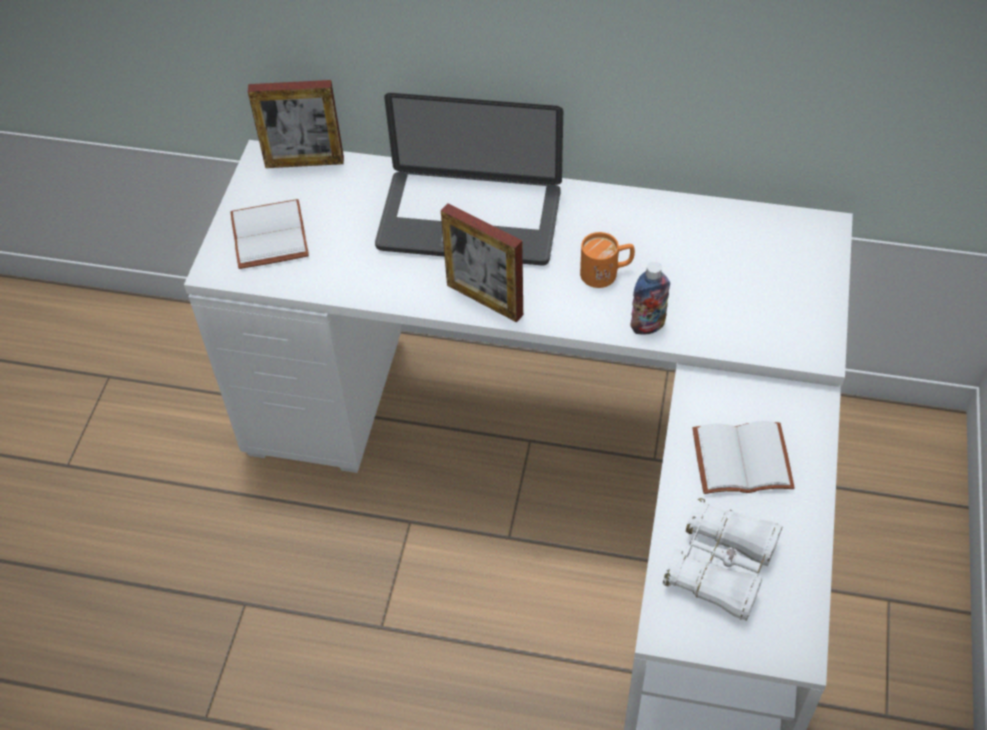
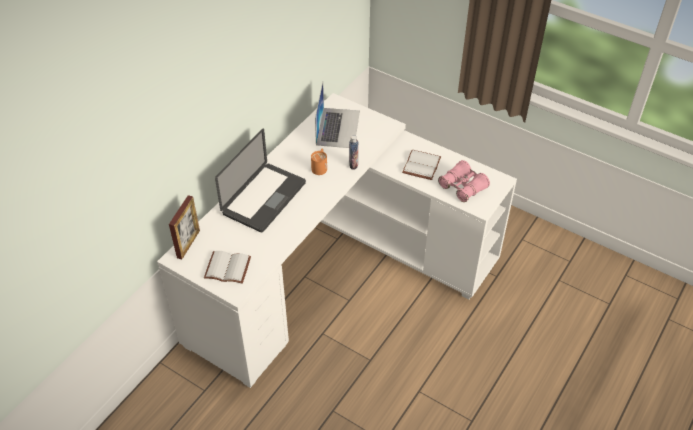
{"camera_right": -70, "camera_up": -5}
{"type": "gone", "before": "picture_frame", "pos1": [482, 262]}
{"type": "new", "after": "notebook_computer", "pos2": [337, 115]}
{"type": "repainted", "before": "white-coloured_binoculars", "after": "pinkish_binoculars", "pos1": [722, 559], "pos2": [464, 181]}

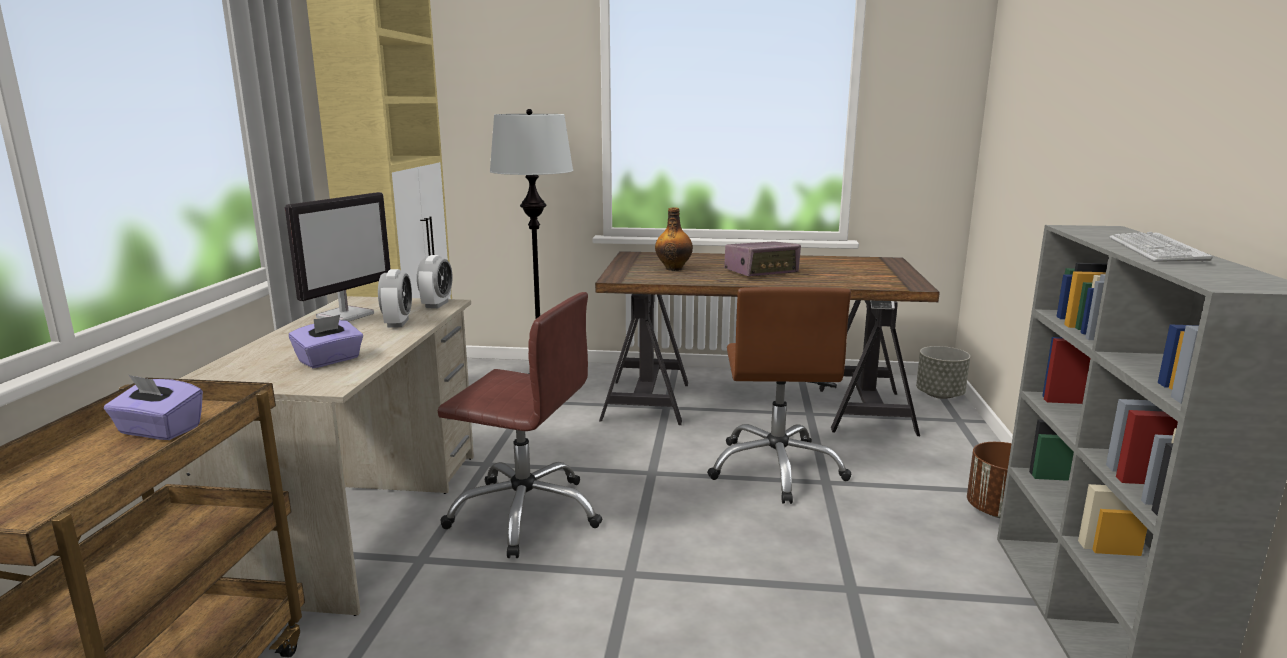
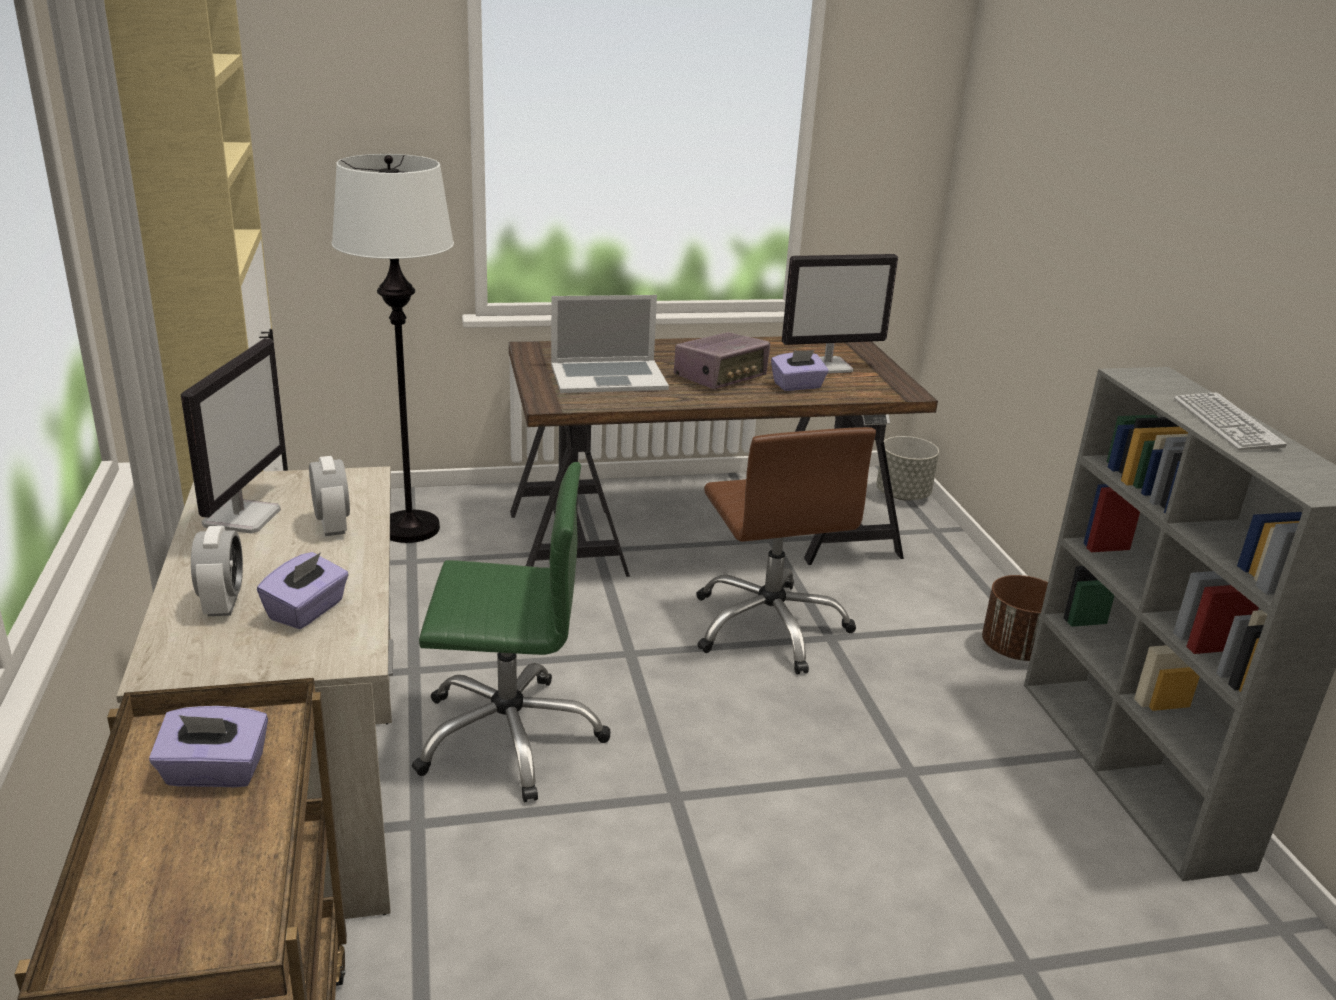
{"camera_right": -20, "camera_up": 10}
{"type": "new", "after": "purplish_tissue_box", "pos2": [800, 370]}
{"type": "new", "after": "computer_display", "pos2": [840, 314]}
{"type": "shifted", "before": "bedside_clock", "pos1": [435, 281], "pos2": [217, 571]}
{"type": "swapped", "before": "beverage_bottle", "after": "notebook_computer", "pos1": [674, 239], "pos2": [610, 344]}
{"type": "repainted", "before": "brown-coloured_desk_chair", "after": "green_desk_chair", "pos1": [520, 425], "pos2": [511, 632]}

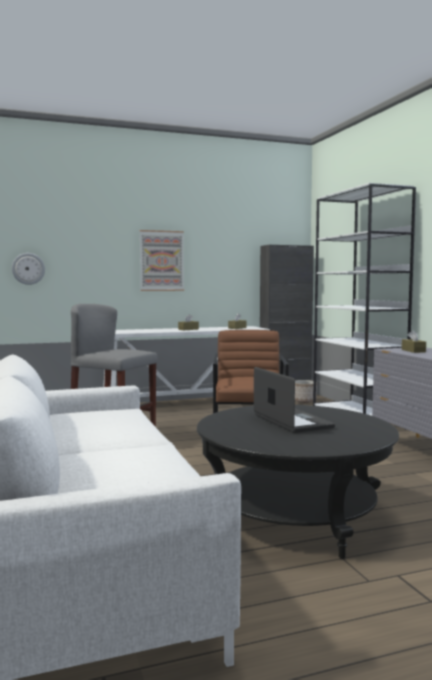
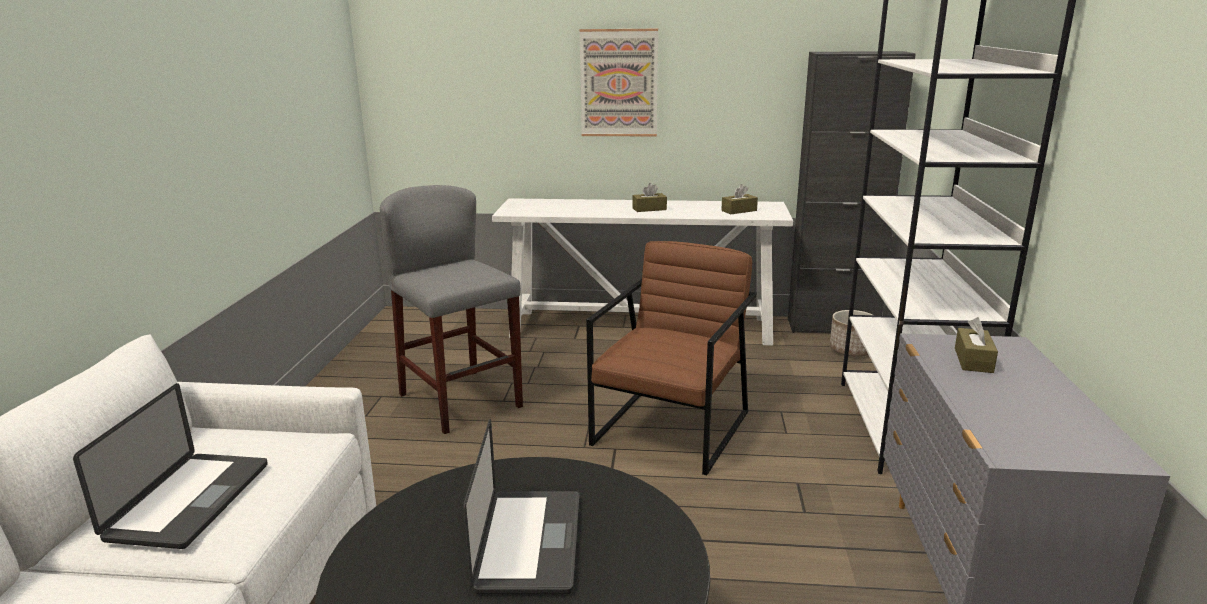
{"camera_right": 25, "camera_up": 15}
{"type": "gone", "before": "hanging_clock", "pos1": [28, 269]}
{"type": "new", "after": "notebook_computer", "pos2": [170, 466]}

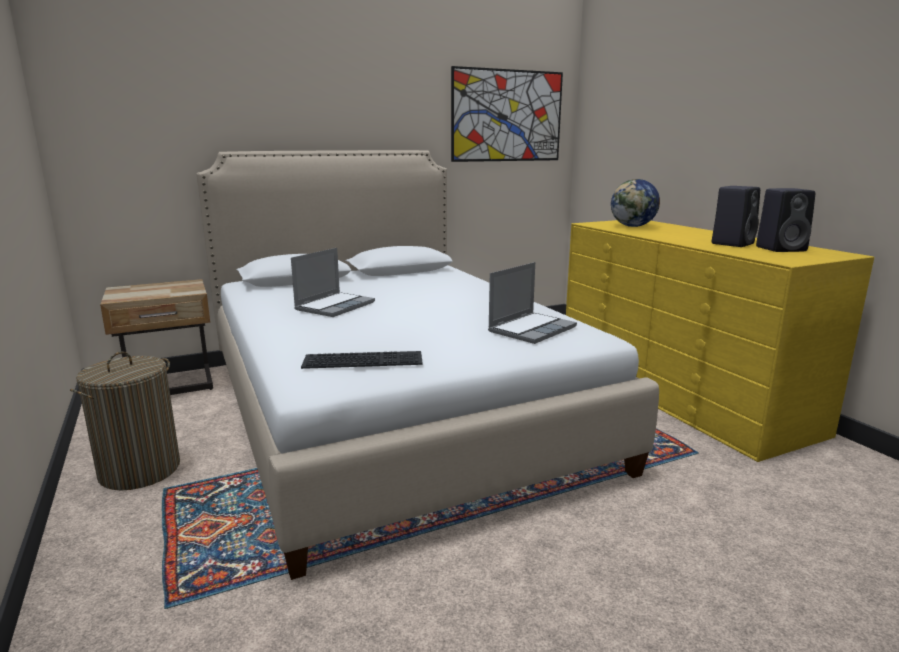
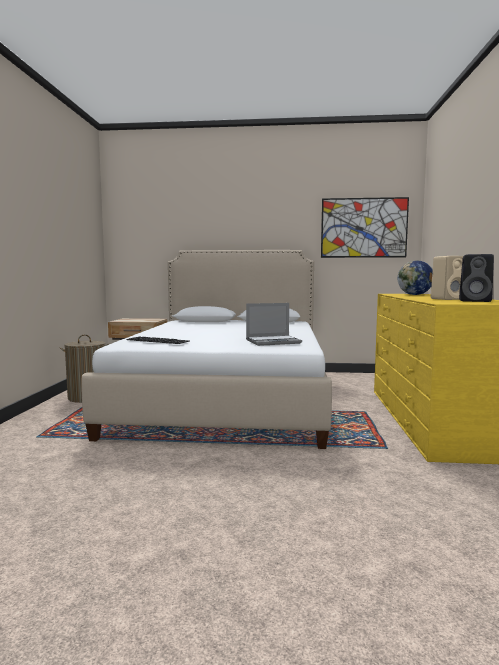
{"camera_right": 30, "camera_up": -10}
{"type": "gone", "before": "notebook_computer", "pos1": [333, 282]}
{"type": "repainted", "before": "blackish_loudspeaker", "after": "beige_loudspeaker", "pos1": [736, 216], "pos2": [447, 278]}

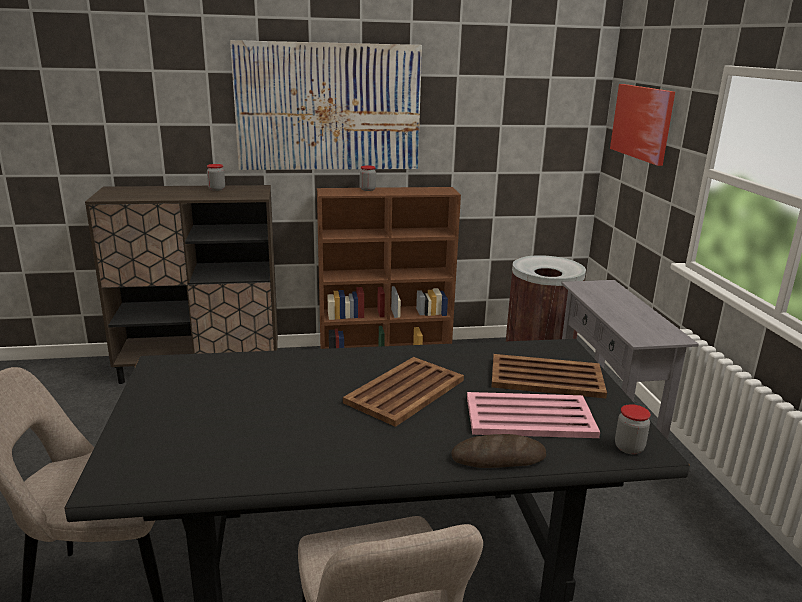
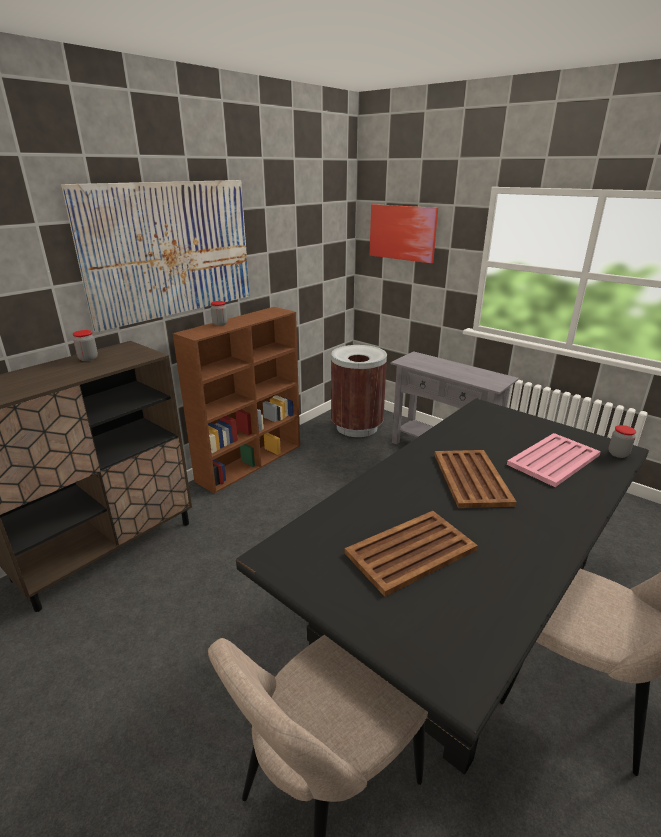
{"camera_right": -40, "camera_up": 5}
{"type": "gone", "before": "bread", "pos1": [498, 451]}
{"type": "shifted", "before": "brown-coloured_serving_tray", "pos1": [549, 376], "pos2": [411, 554]}

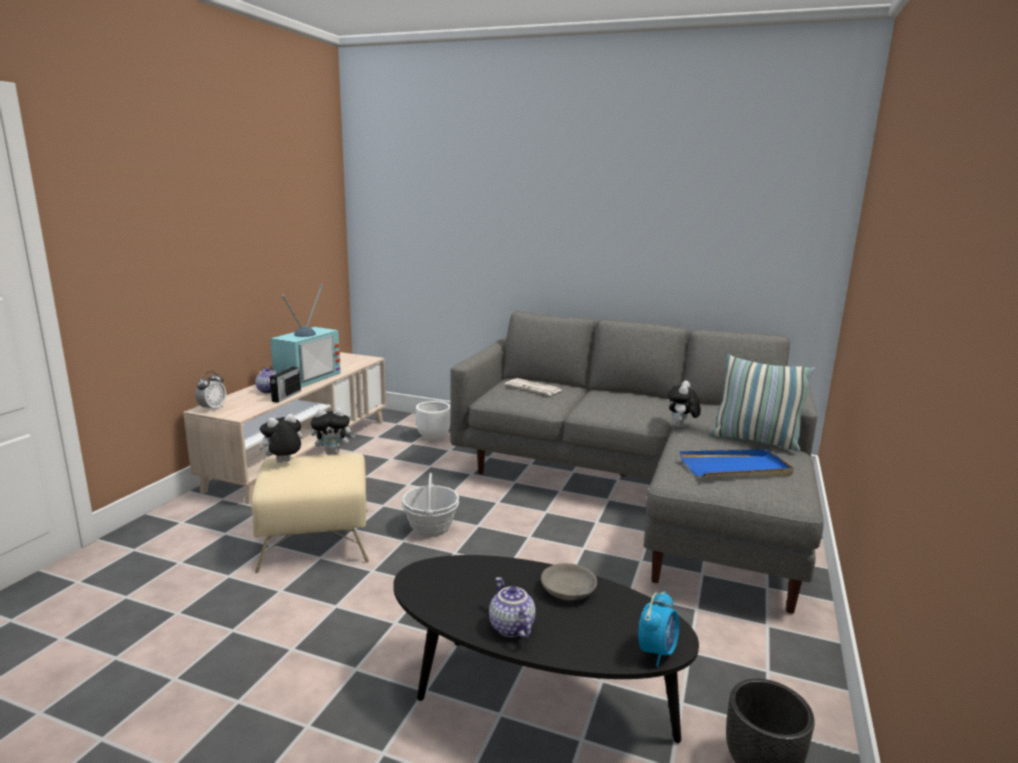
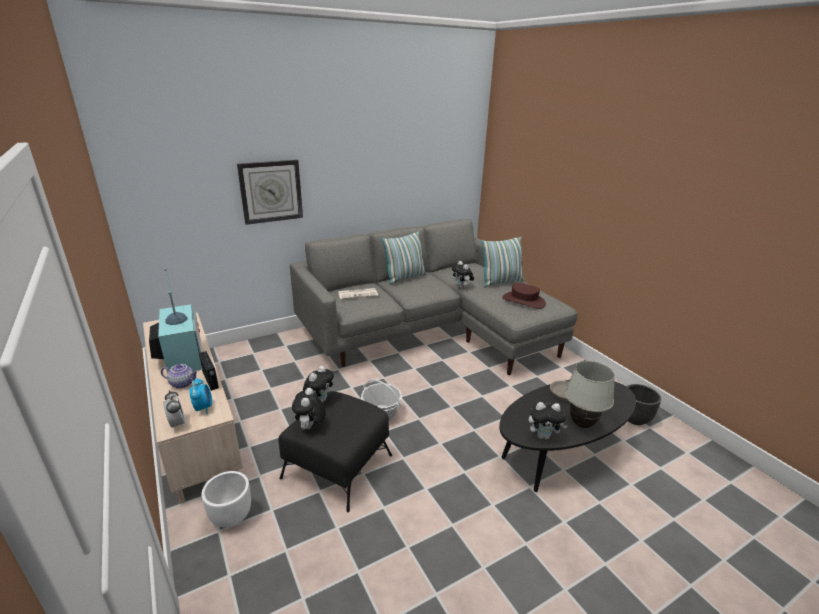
{"camera_right": -50, "camera_up": 10}
{"type": "new", "after": "hanging_clock", "pos2": [270, 192]}
{"type": "new", "after": "cushion", "pos2": [404, 258]}
{"type": "new", "after": "soft_toy", "pos2": [548, 421]}
{"type": "shifted", "before": "white-coloured_planter", "pos1": [433, 421], "pos2": [226, 499]}
{"type": "shifted", "before": "bedside_clock", "pos1": [658, 629], "pos2": [201, 396]}
{"type": "swapped", "before": "pot_for_tea", "after": "white-coloured_table_lamp", "pos1": [512, 607], "pos2": [590, 394]}
{"type": "swapped", "before": "blue_serving_tray", "after": "brown-coloured_hat", "pos1": [737, 463], "pos2": [524, 296]}
{"type": "repainted", "before": "beige_ottoman", "after": "blackish_ottoman", "pos1": [310, 513], "pos2": [335, 451]}

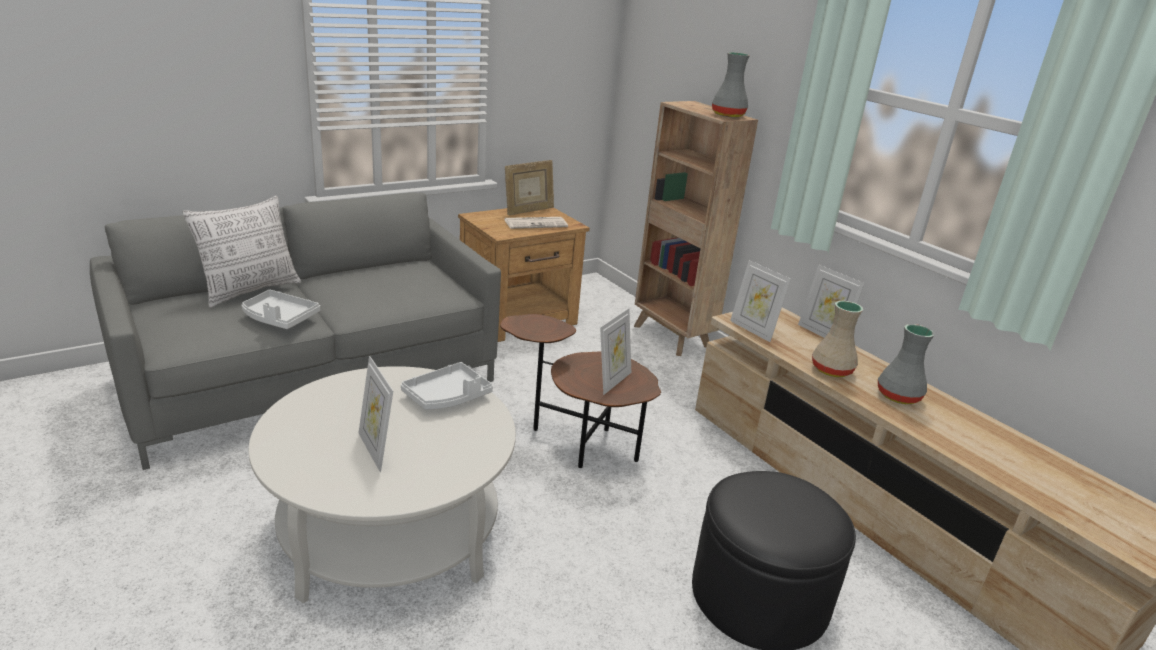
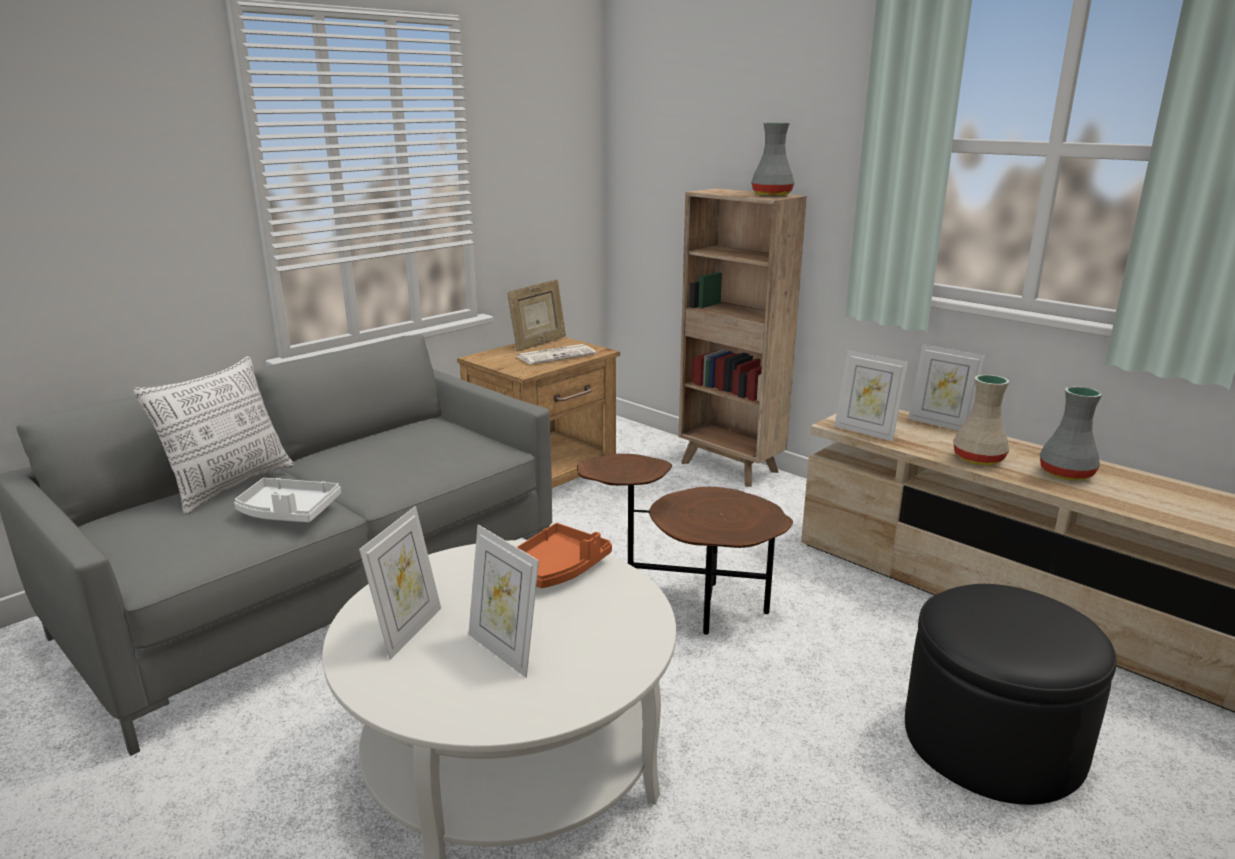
{"camera_right": -10, "camera_up": -5}
{"type": "shifted", "before": "picture_frame", "pos1": [615, 351], "pos2": [400, 583]}
{"type": "repainted", "before": "white-coloured_serving_tray", "after": "orange_serving_tray", "pos1": [447, 386], "pos2": [564, 555]}

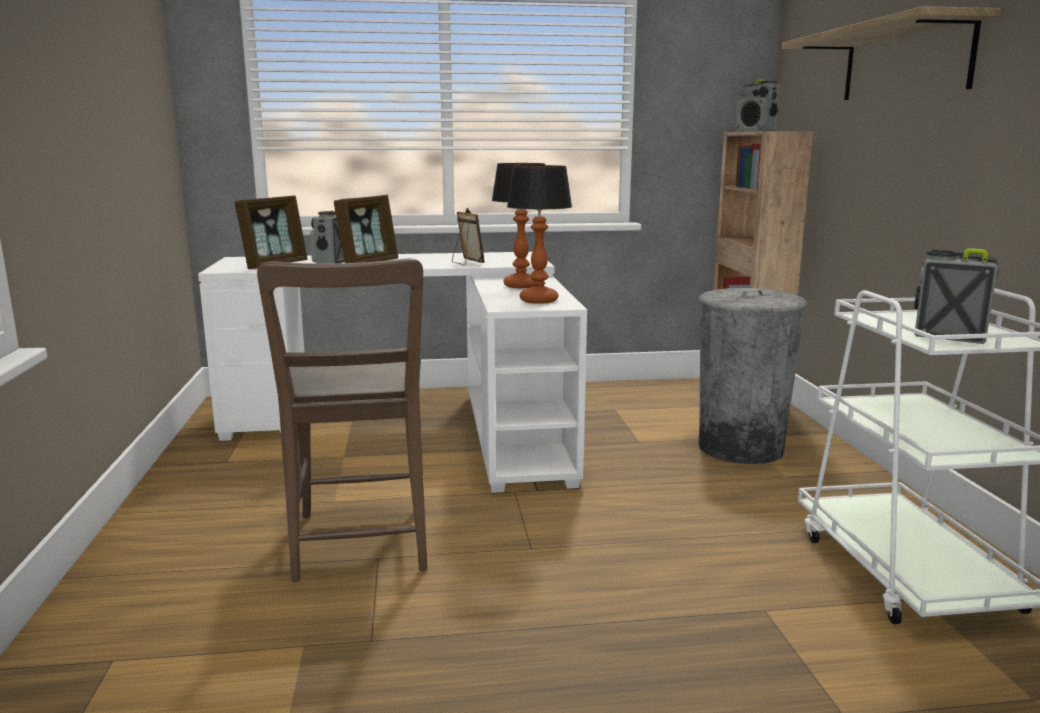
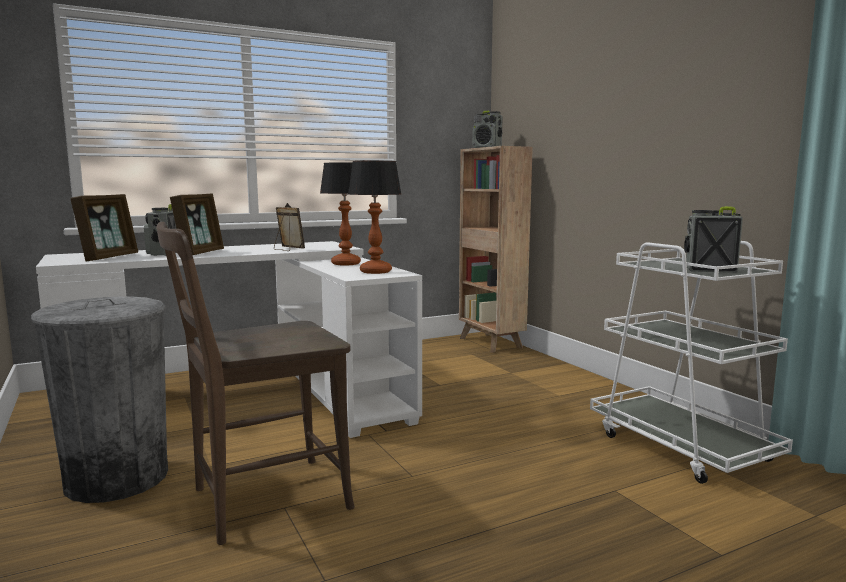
{"camera_right": -20, "camera_up": -5}
{"type": "gone", "before": "bracket_shelf", "pos1": [891, 53]}
{"type": "shifted", "before": "gray_waste_bin", "pos1": [753, 376], "pos2": [99, 399]}
{"type": "rotated", "before": "brown-coloured_upright_chair", "pos1": [342, 420], "pos2": [255, 383], "turn": 90}

